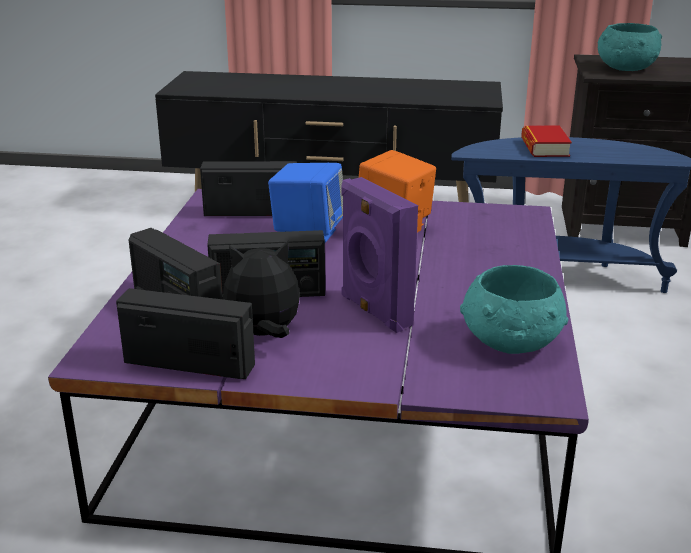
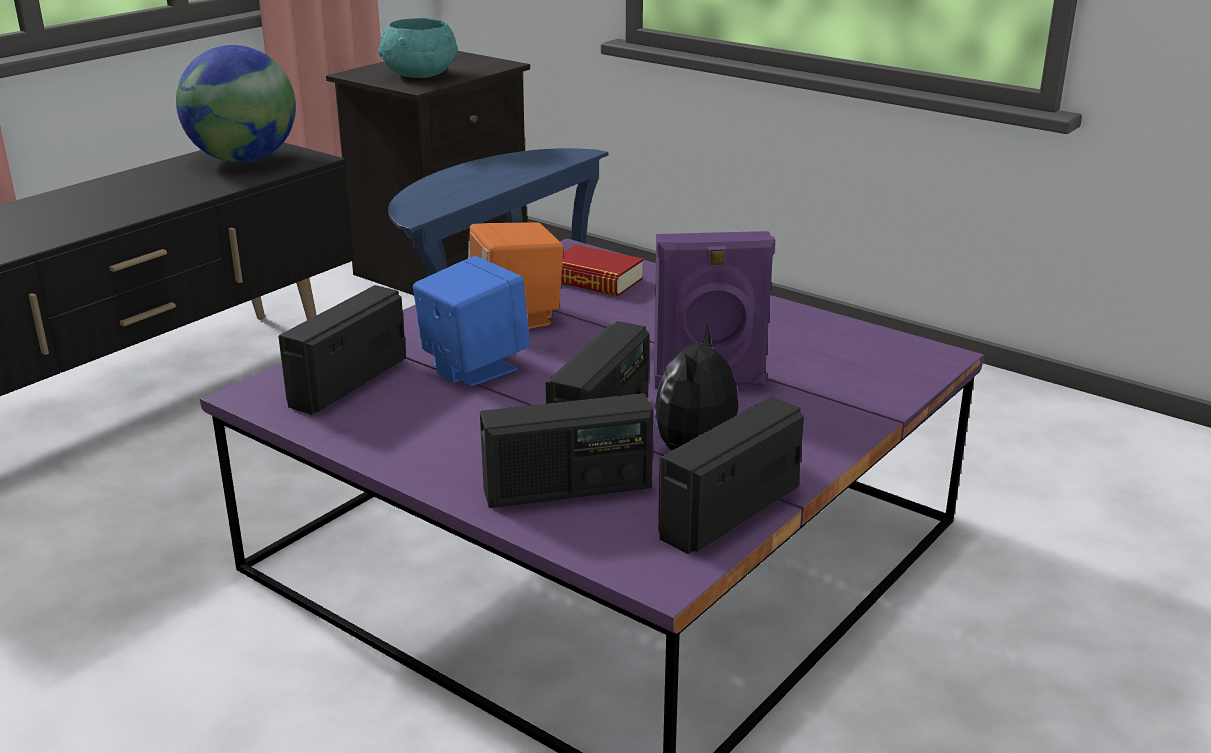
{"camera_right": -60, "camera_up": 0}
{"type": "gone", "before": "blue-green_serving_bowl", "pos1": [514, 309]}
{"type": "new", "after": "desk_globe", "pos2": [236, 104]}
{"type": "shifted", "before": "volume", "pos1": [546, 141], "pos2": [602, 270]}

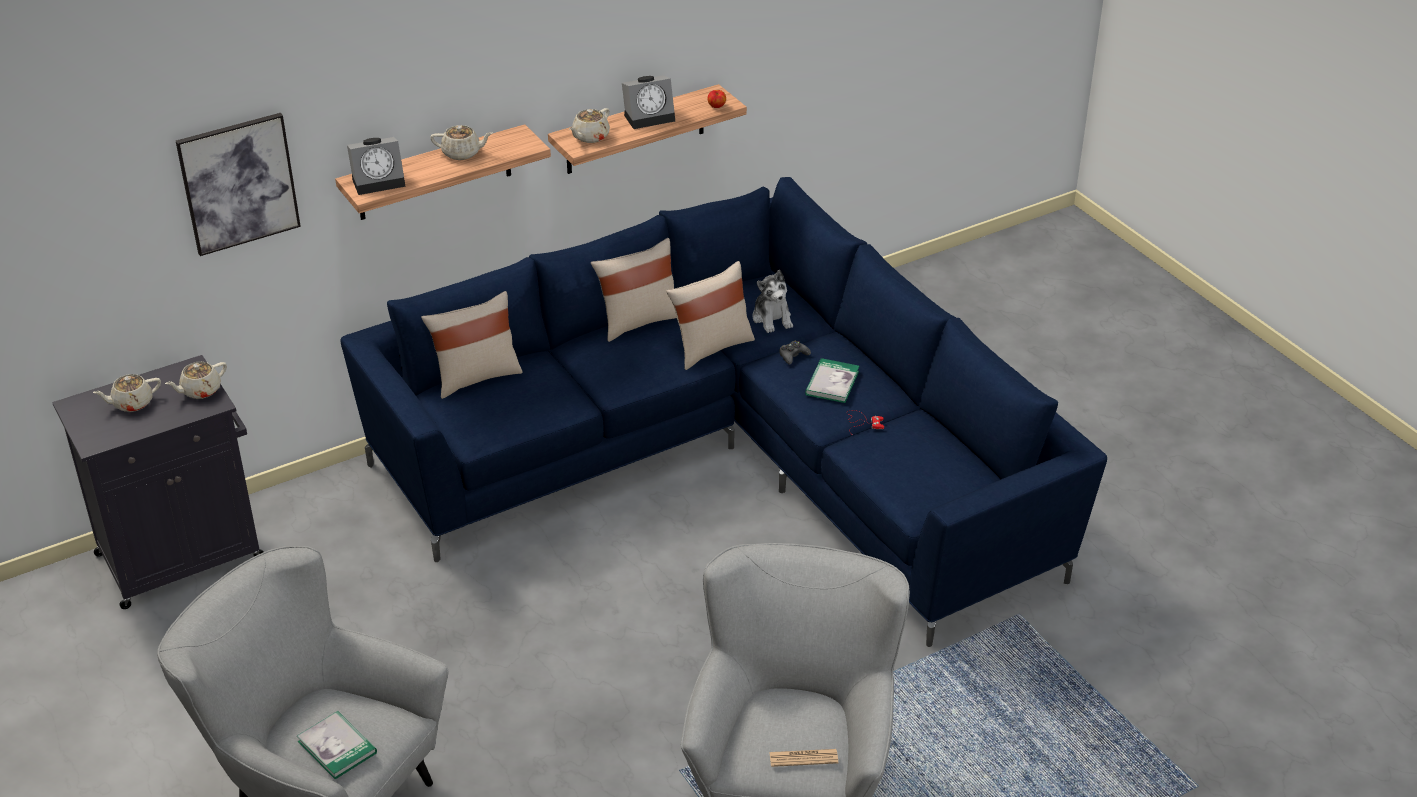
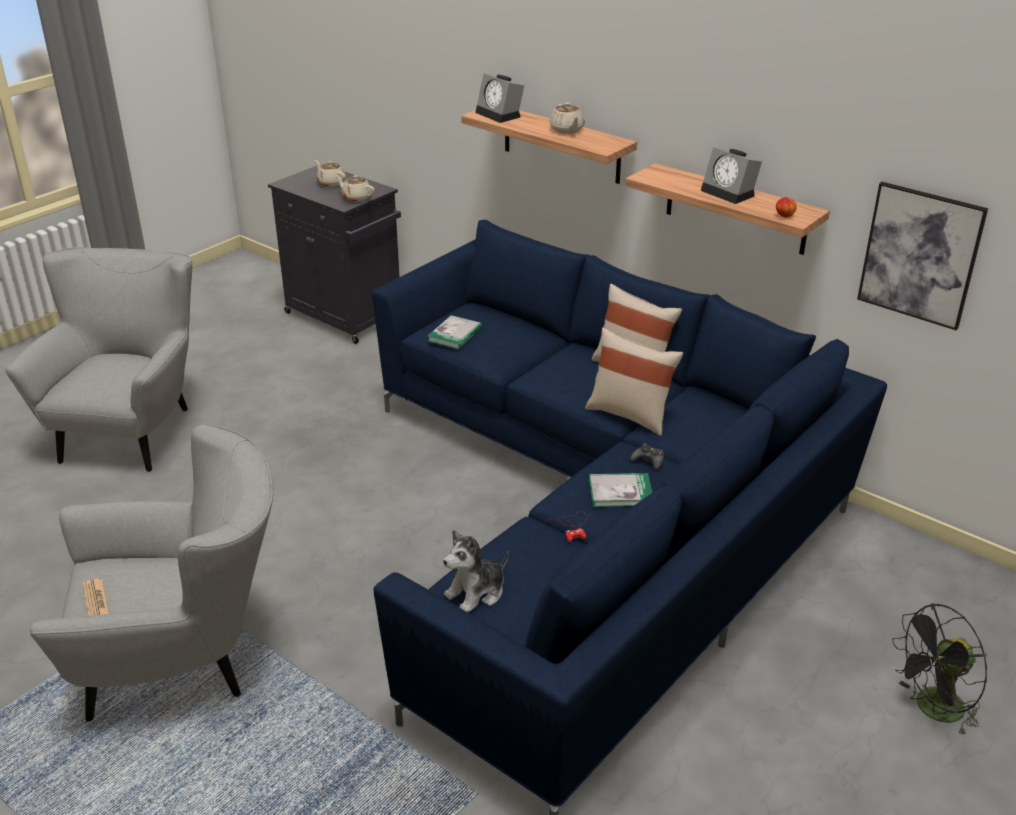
{"camera_right": 70, "camera_up": -5}
{"type": "gone", "before": "beige_cushion", "pos1": [472, 345]}
{"type": "gone", "before": "beige_pot_for_tea", "pos1": [589, 125]}
{"type": "new", "after": "blackish_cooling_fan", "pos2": [939, 669]}
{"type": "shifted", "before": "wall_art", "pos1": [238, 184], "pos2": [922, 256]}
{"type": "shifted", "before": "volume", "pos1": [337, 745], "pos2": [455, 332]}
{"type": "shifted", "before": "soft_toy", "pos1": [772, 301], "pos2": [476, 571]}

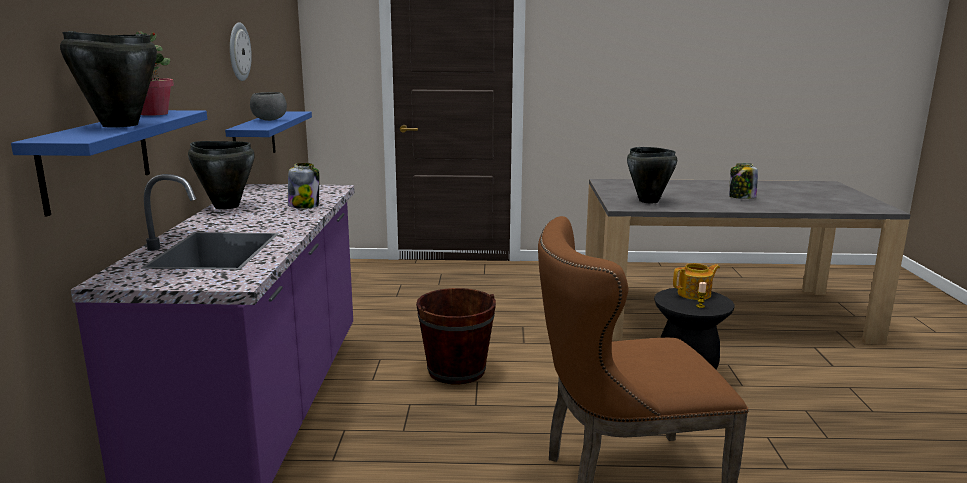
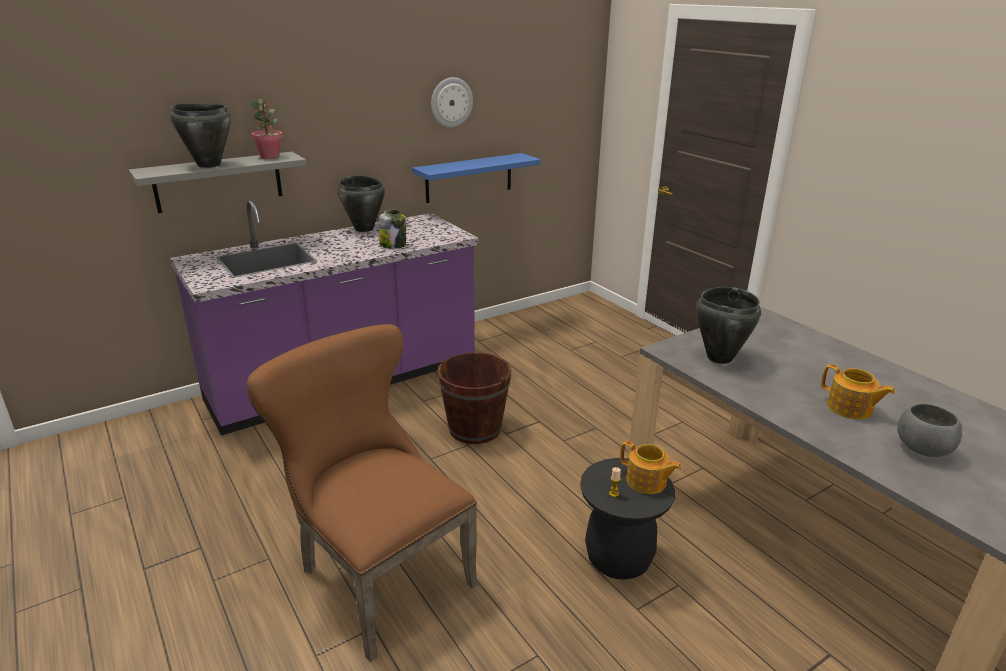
{"camera_right": 55, "camera_up": 10}
{"type": "shifted", "before": "gray_serving_bowl", "pos1": [268, 106], "pos2": [929, 430]}
{"type": "swapped", "before": "preserve_jar", "after": "pot_for_tea", "pos1": [743, 181], "pos2": [858, 392]}
{"type": "repainted", "before": "blue_bracket_shelf", "after": "gray_bracket_shelf", "pos1": [109, 163], "pos2": [217, 182]}

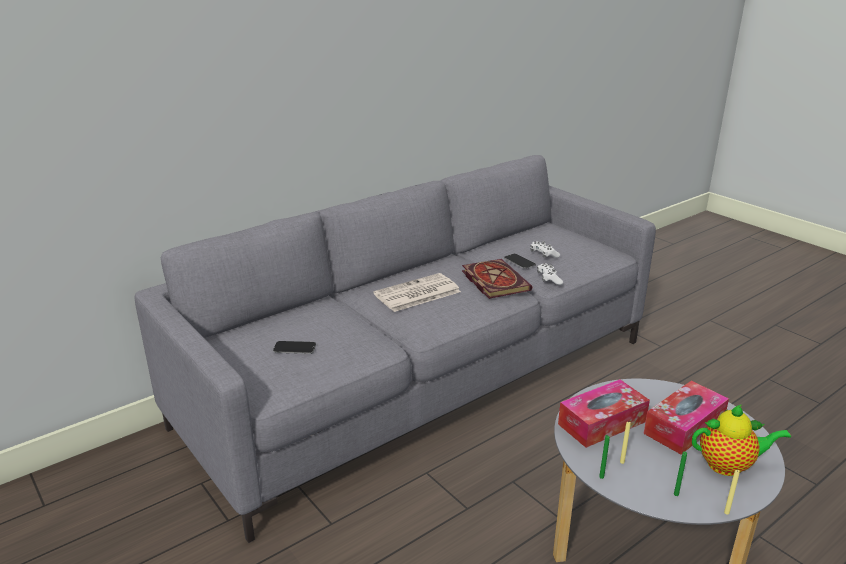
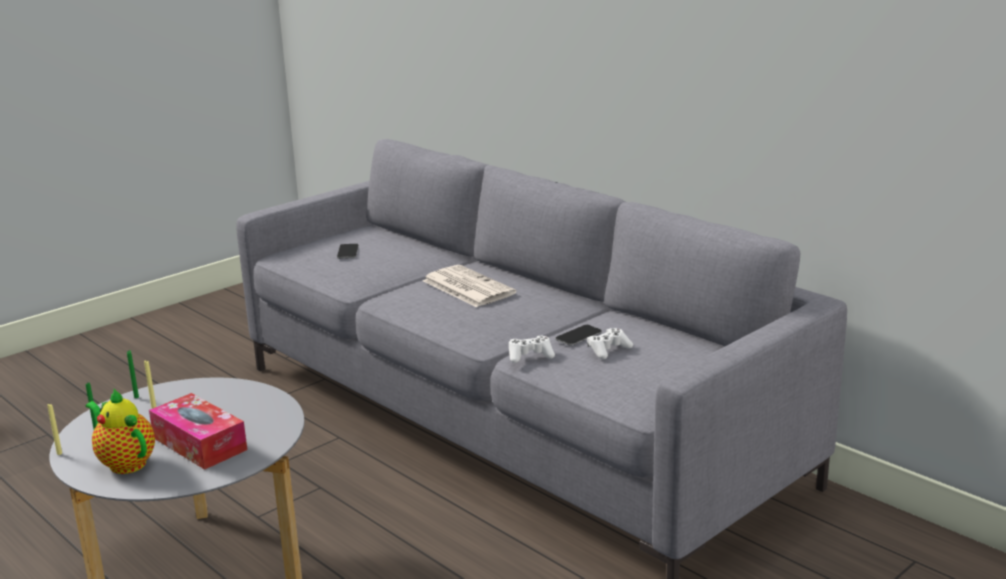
{"camera_right": 85, "camera_up": -5}
{"type": "gone", "before": "volume", "pos1": [497, 279]}
{"type": "gone", "before": "tissue_box", "pos1": [604, 413]}
{"type": "rotated", "before": "pot_for_tea", "pos1": [741, 440], "pos2": [120, 431], "turn": 135}

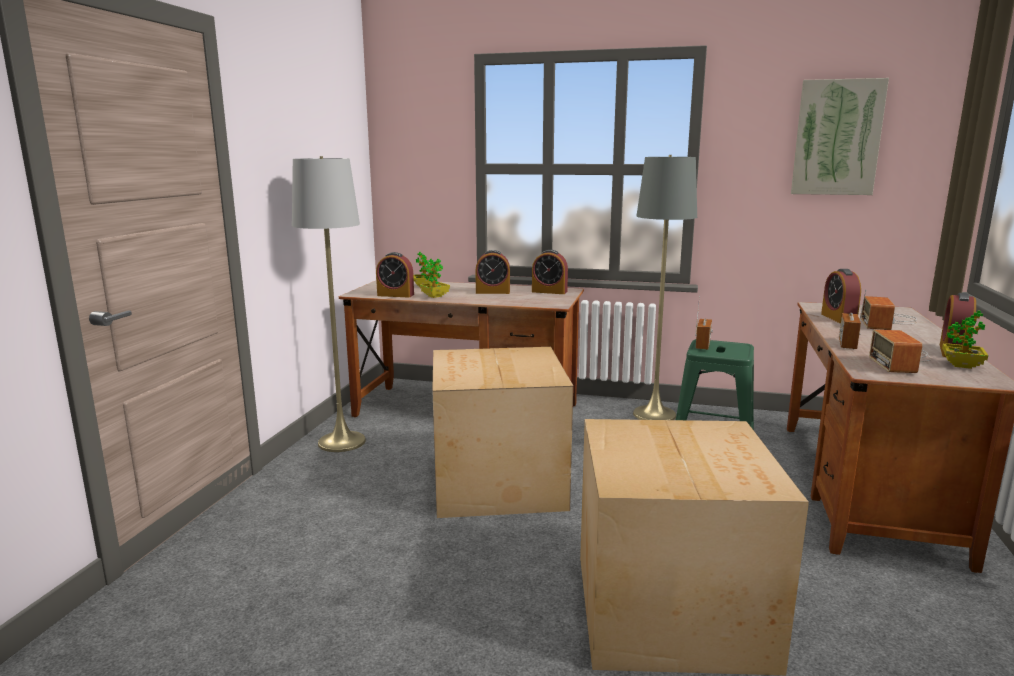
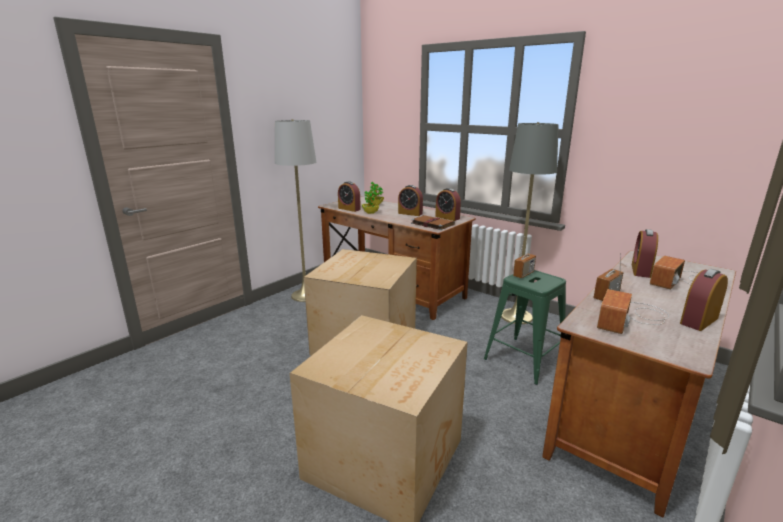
{"camera_right": 25, "camera_up": 5}
{"type": "gone", "before": "wall_art", "pos1": [840, 136]}
{"type": "gone", "before": "potted_plant", "pos1": [965, 339]}
{"type": "new", "after": "brown-coloured_volume", "pos2": [433, 222]}

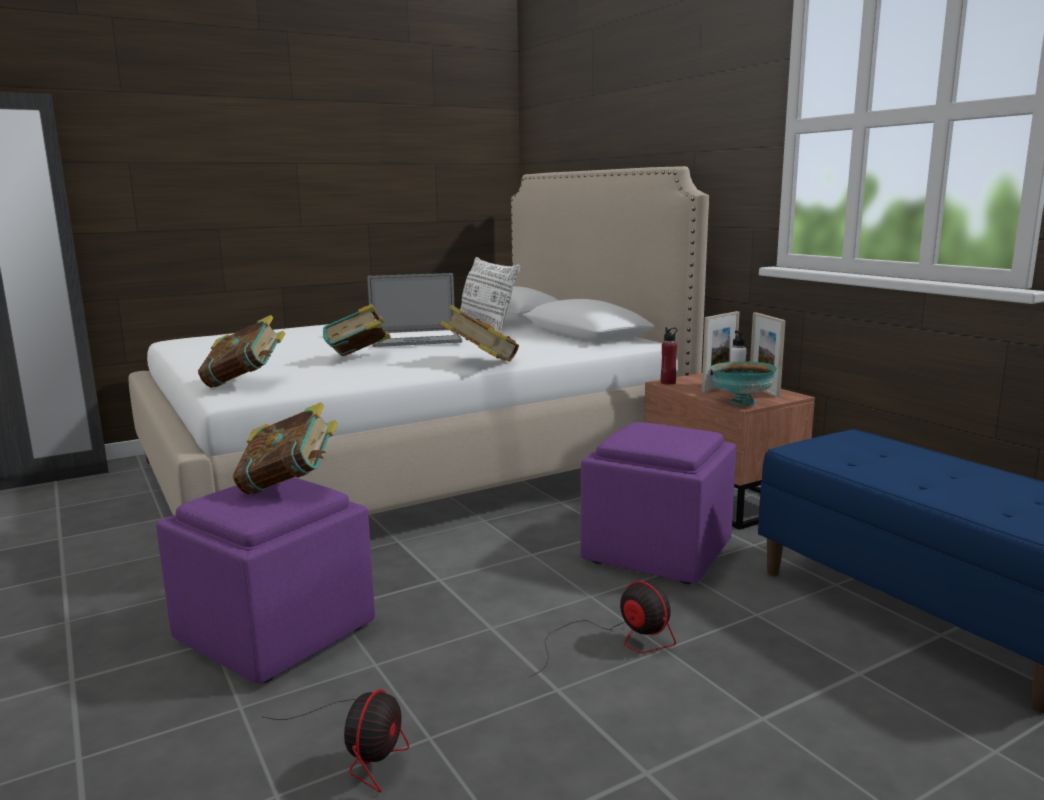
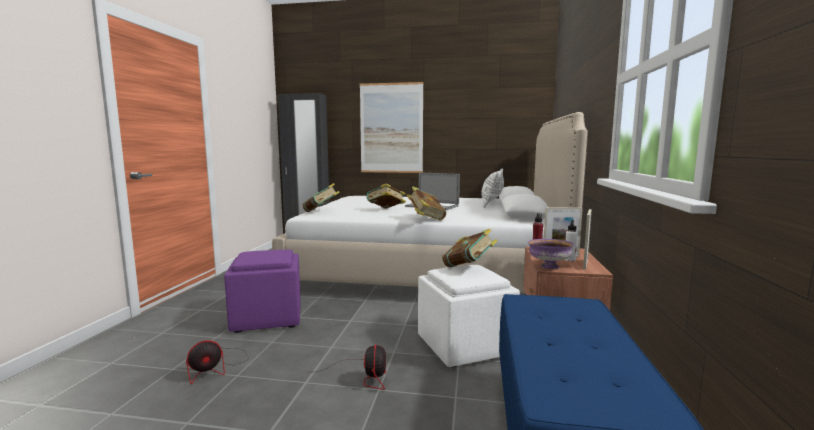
{"camera_right": 40, "camera_up": -5}
{"type": "new", "after": "wall_art", "pos2": [391, 127]}
{"type": "shifted", "before": "volume", "pos1": [285, 448], "pos2": [470, 248]}
{"type": "repainted", "before": "purplish_ottoman", "after": "white-coloured_ottoman", "pos1": [658, 503], "pos2": [469, 316]}
{"type": "repainted", "before": "blue-green_serving_bowl", "after": "purplish_serving_bowl", "pos1": [743, 383], "pos2": [551, 254]}

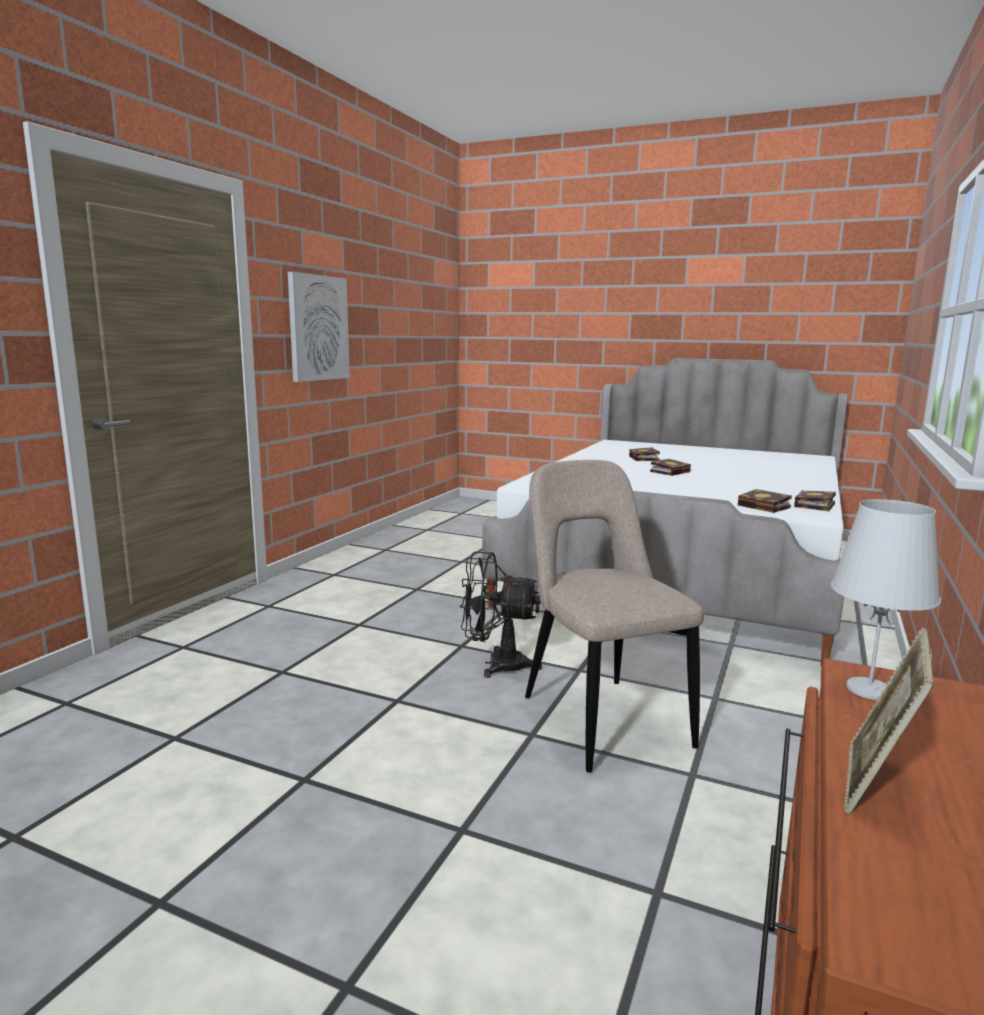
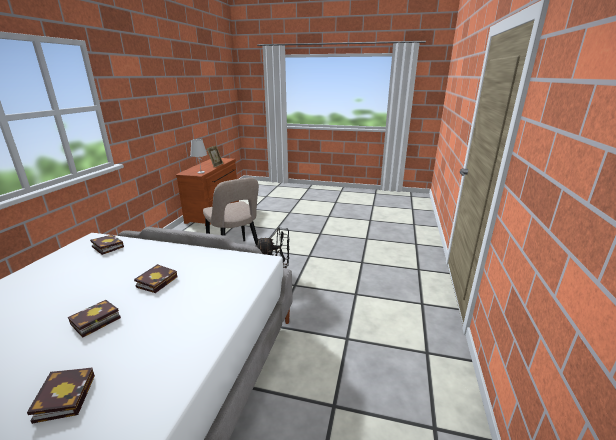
{"camera_right": 170, "camera_up": 10}
{"type": "gone", "before": "wall_art", "pos1": [319, 327]}
{"type": "shifted", "before": "volume", "pos1": [815, 501], "pos2": [155, 278]}

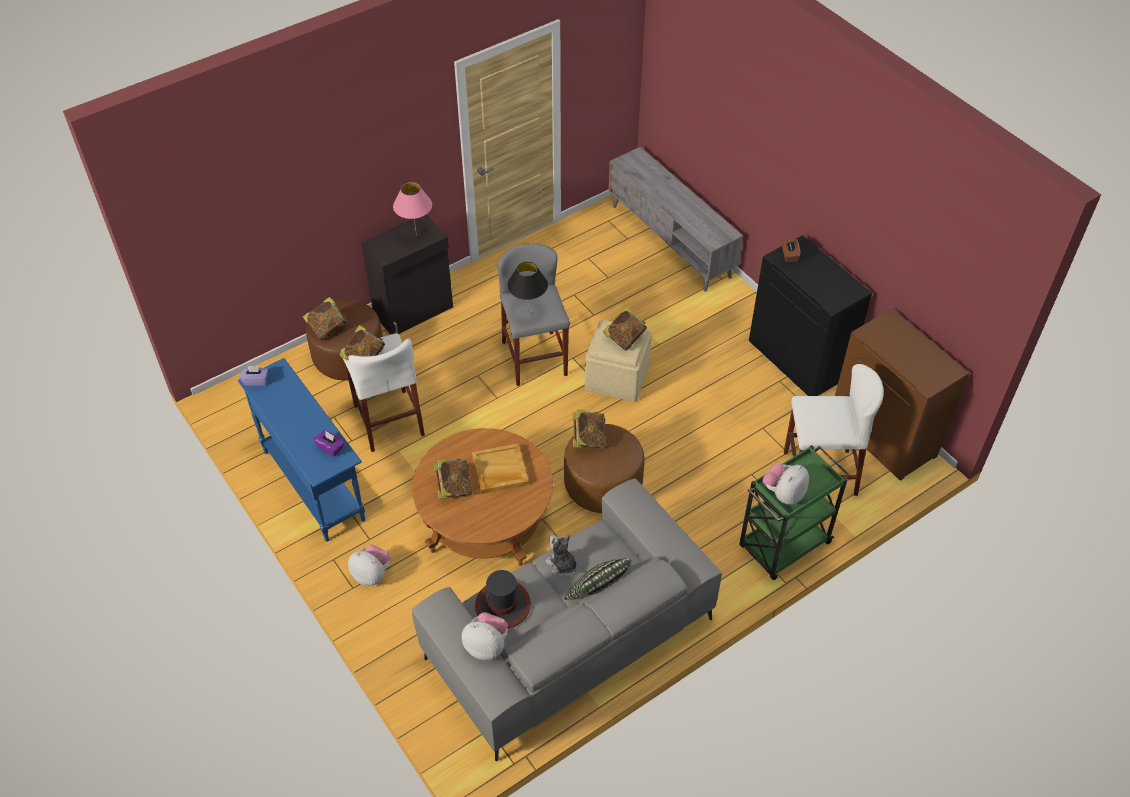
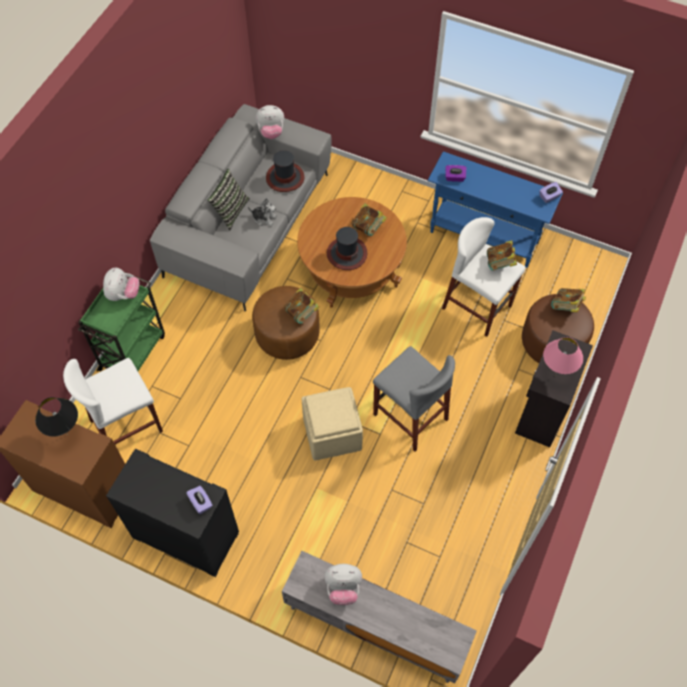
{"camera_right": 150, "camera_up": 10}
{"type": "gone", "before": "volume", "pos1": [625, 328]}
{"type": "shifted", "before": "soft_toy", "pos1": [369, 565], "pos2": [343, 584]}
{"type": "shifted", "before": "blackish_table_lamp", "pos1": [527, 288], "pos2": [56, 417]}
{"type": "swapped", "before": "beige_serving_tray", "after": "hat", "pos1": [500, 468], "pos2": [347, 248]}
{"type": "repainted", "before": "brown-coloured_tissue_box", "after": "purplish_tissue_box", "pos1": [791, 250], "pos2": [199, 500]}

